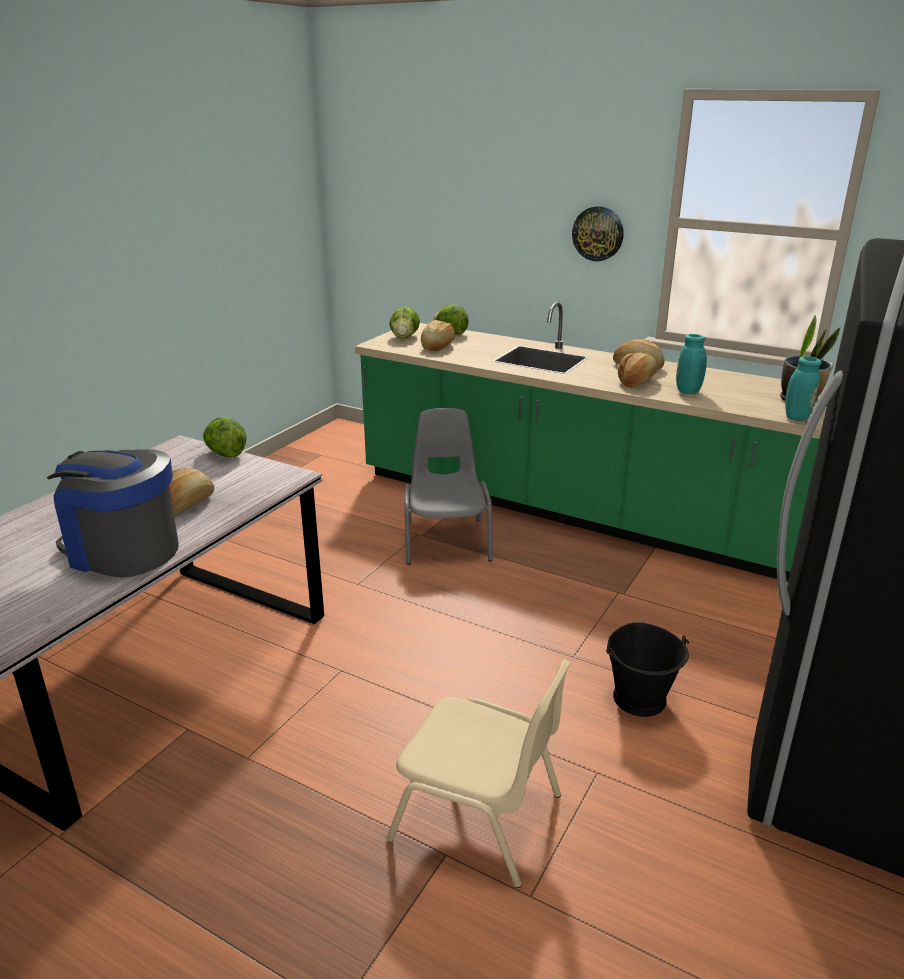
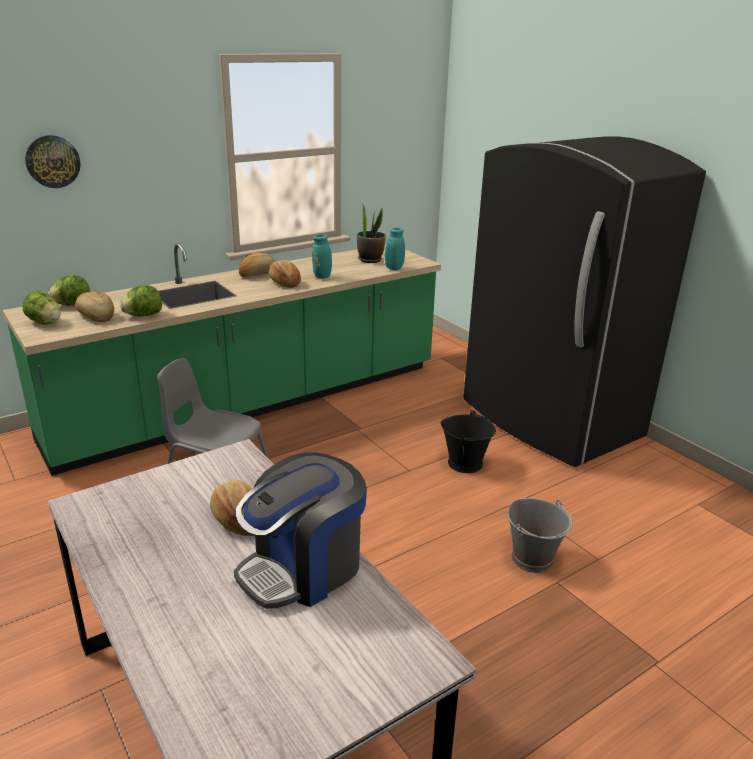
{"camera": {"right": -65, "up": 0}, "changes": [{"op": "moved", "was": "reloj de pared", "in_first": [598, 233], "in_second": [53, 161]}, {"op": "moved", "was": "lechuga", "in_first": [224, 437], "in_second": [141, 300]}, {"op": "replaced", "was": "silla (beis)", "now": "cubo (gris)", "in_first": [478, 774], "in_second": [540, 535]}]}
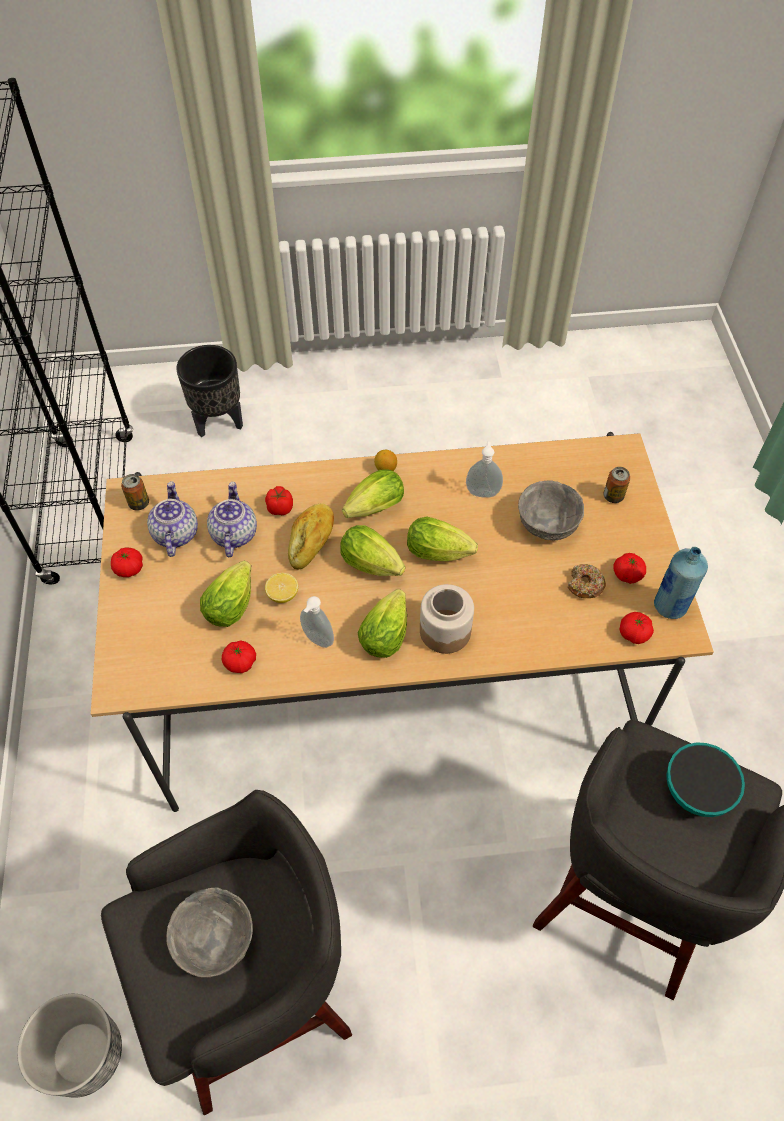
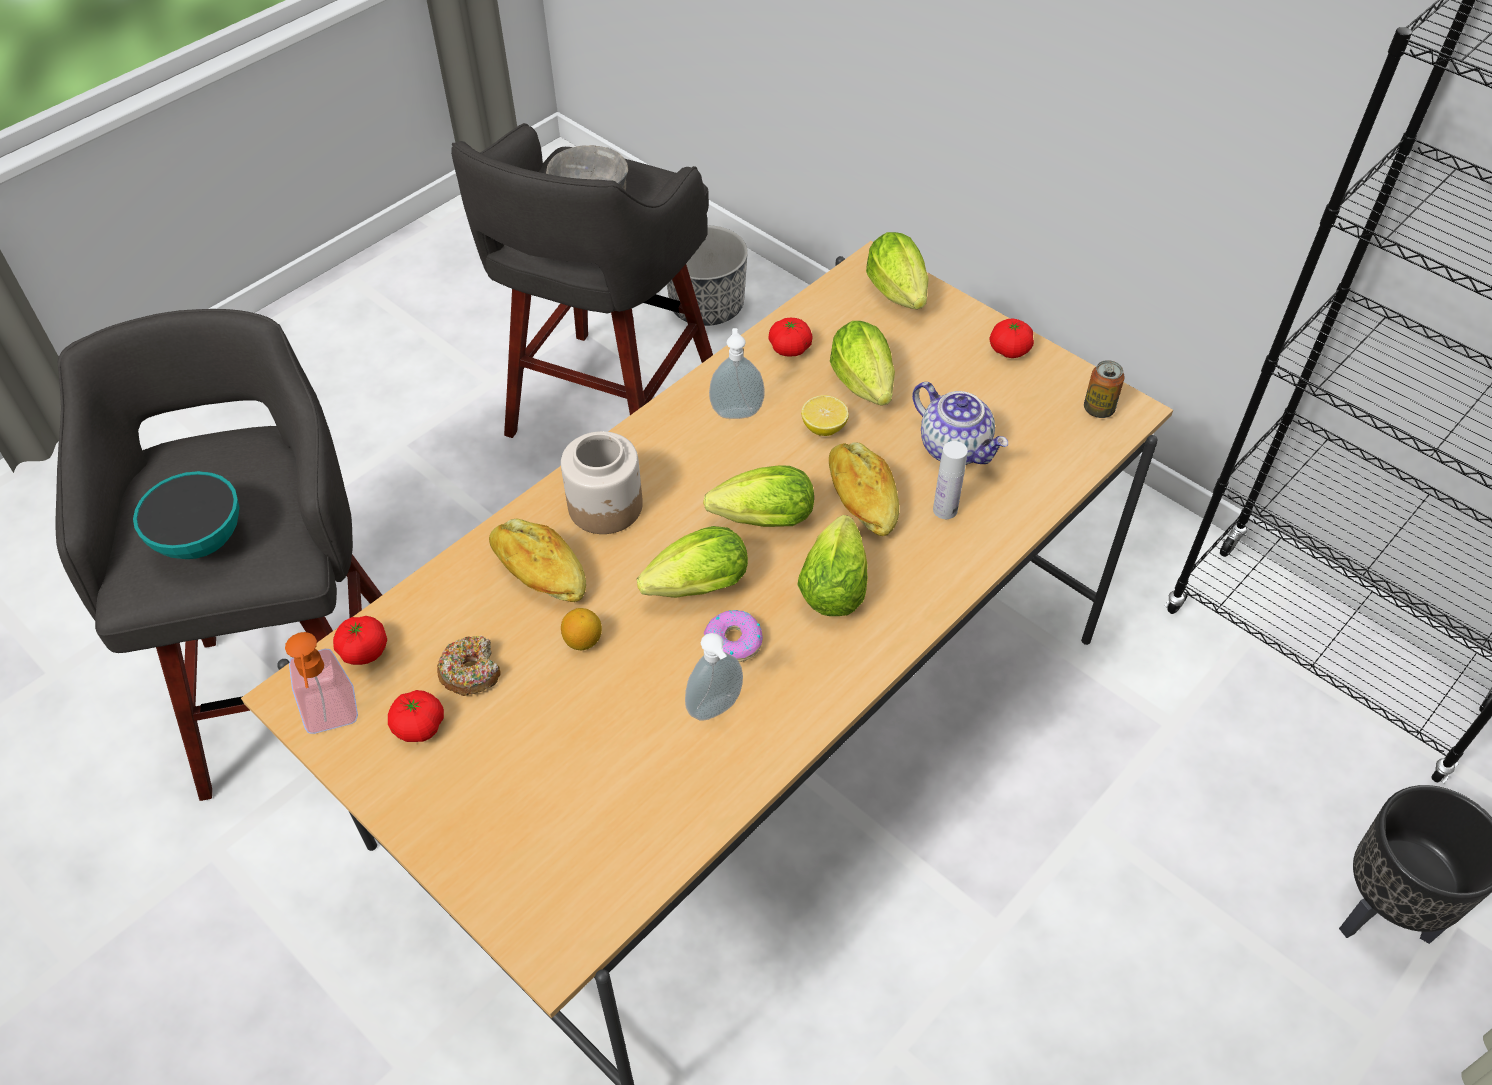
{"camera": {"right": 140, "up": -5}, "changes": [{"op": "replaced", "was": "botella (azul)", "now": "dispensador de jabón", "in_first": [681, 583], "in_second": [321, 683]}, {"op": "added", "now": "pan", "in_second": [537, 560]}, {"op": "moved", "was": "limón", "in_first": [385, 460], "in_second": [581, 629]}, {"op": "added", "now": "rosquilla", "in_second": [733, 636]}, {"op": "moved", "was": "lechuga", "in_first": [382, 623], "in_second": [897, 270]}, {"op": "replaced", "was": "tomate", "now": "botella (blanco)", "in_first": [279, 500], "in_second": [950, 480]}, {"op": "removed", "was": "tetera", "in_first": [172, 519]}, {"op": "removed", "was": "cuenco (gris)", "in_first": [551, 510]}, {"op": "removed", "was": "lata", "in_first": [616, 485]}]}
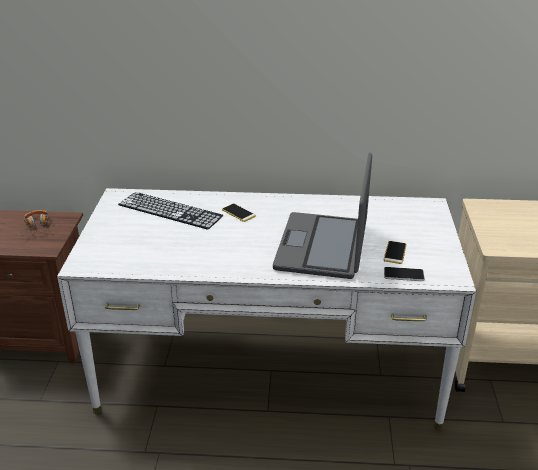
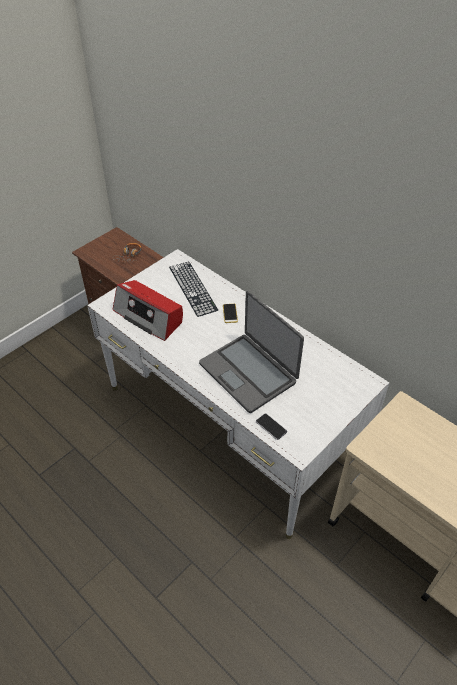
{"camera": {"right": 40, "up": 15}, "changes": [{"op": "added", "now": "radio", "in_second": [147, 310]}, {"op": "turned", "was": "portátil", "in_first": [322, 215], "in_second": [251, 352], "clockwise": -90}, {"op": "removed", "was": "móvil", "in_first": [395, 252]}]}
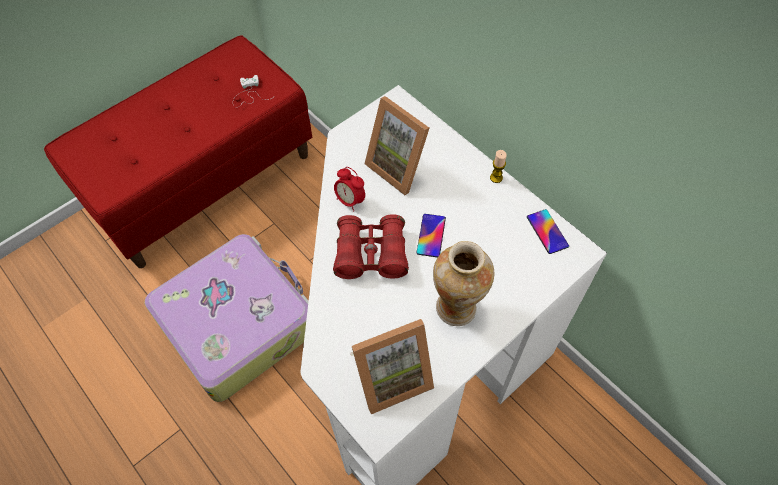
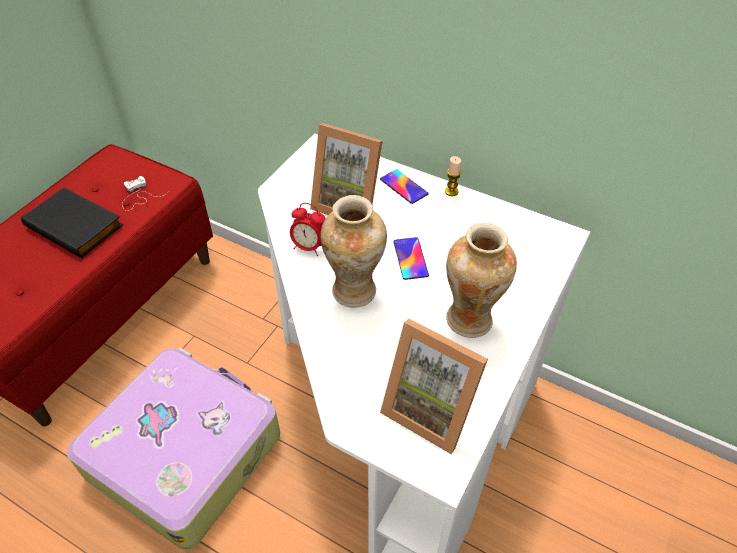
{"camera": {"right": -20, "up": -10}, "changes": [{"op": "added", "now": "libro (negro)", "in_second": [72, 222]}, {"op": "replaced", "was": "prismáticos (rojo)", "now": "florero", "in_first": [371, 246], "in_second": [354, 251]}, {"op": "moved", "was": "móvil", "in_first": [548, 231], "in_second": [404, 186]}, {"op": "turned", "was": "portarretratos", "in_first": [392, 366], "in_second": [434, 386], "clockwise": 75}]}
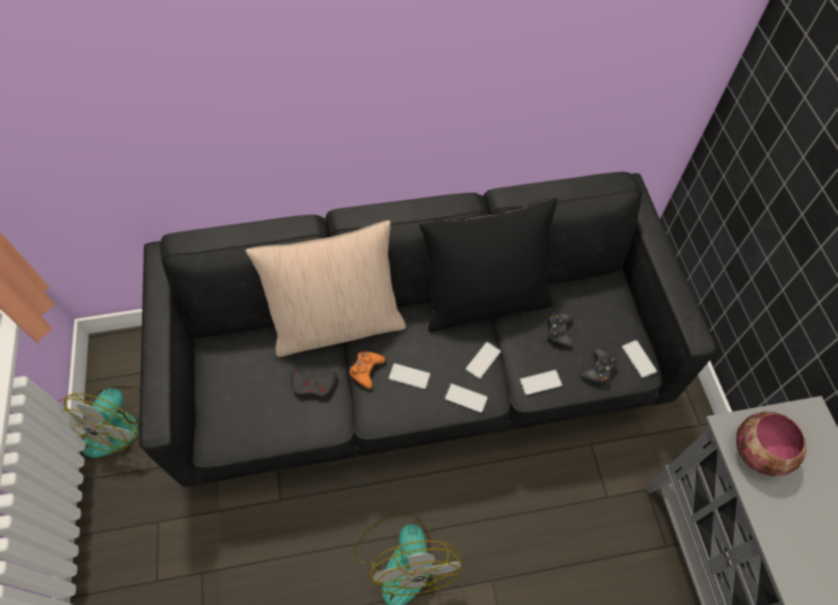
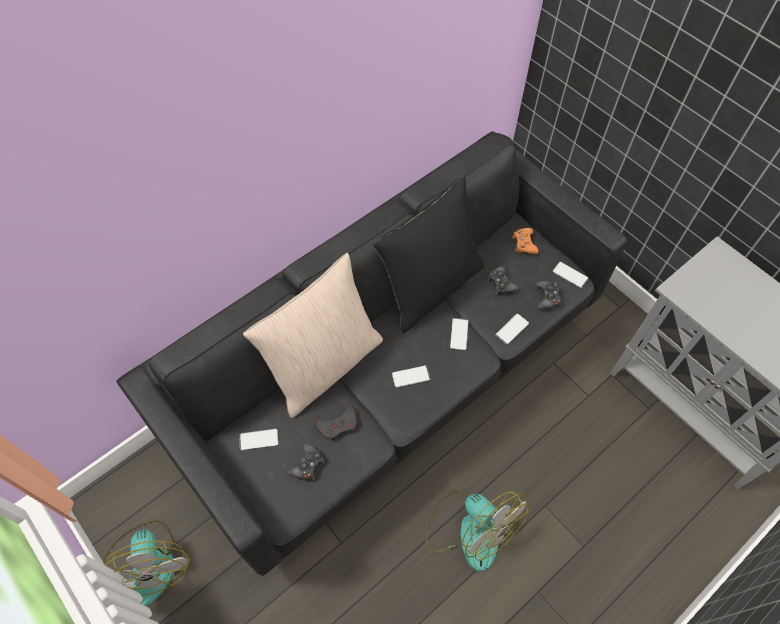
{"camera": {"right": -30, "up": 0}, "changes": [{"op": "moved", "was": "móvil", "in_first": [466, 398], "in_second": [258, 439]}, {"op": "added", "now": "mando de consola (negro)", "in_second": [306, 462]}, {"op": "moved", "was": "mando de consola (naranja)", "in_first": [367, 370], "in_second": [525, 241]}, {"op": "removed", "was": "cuenco", "in_first": [771, 444]}]}
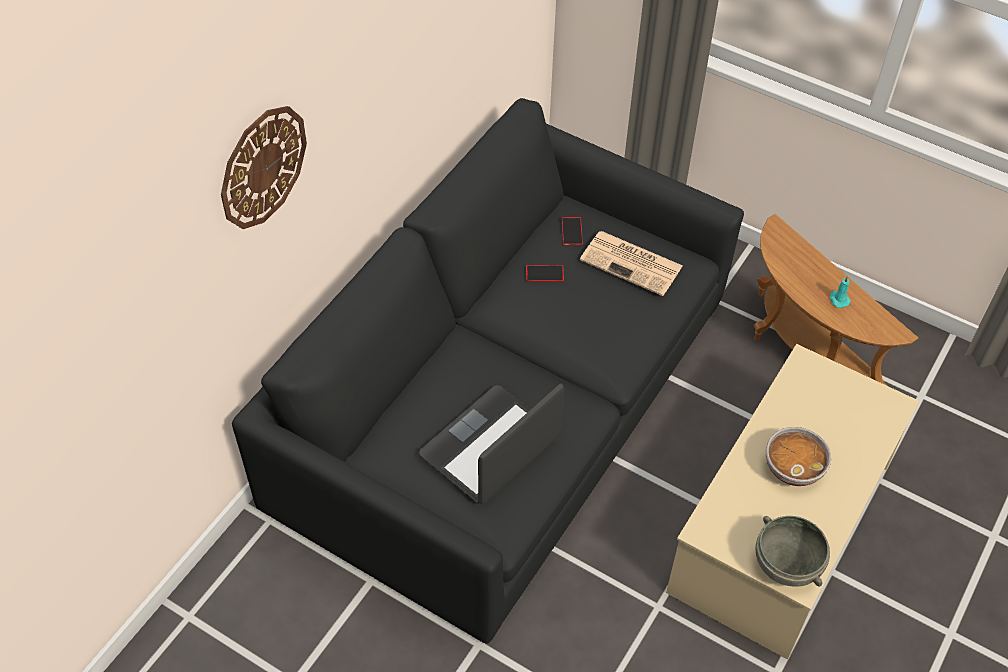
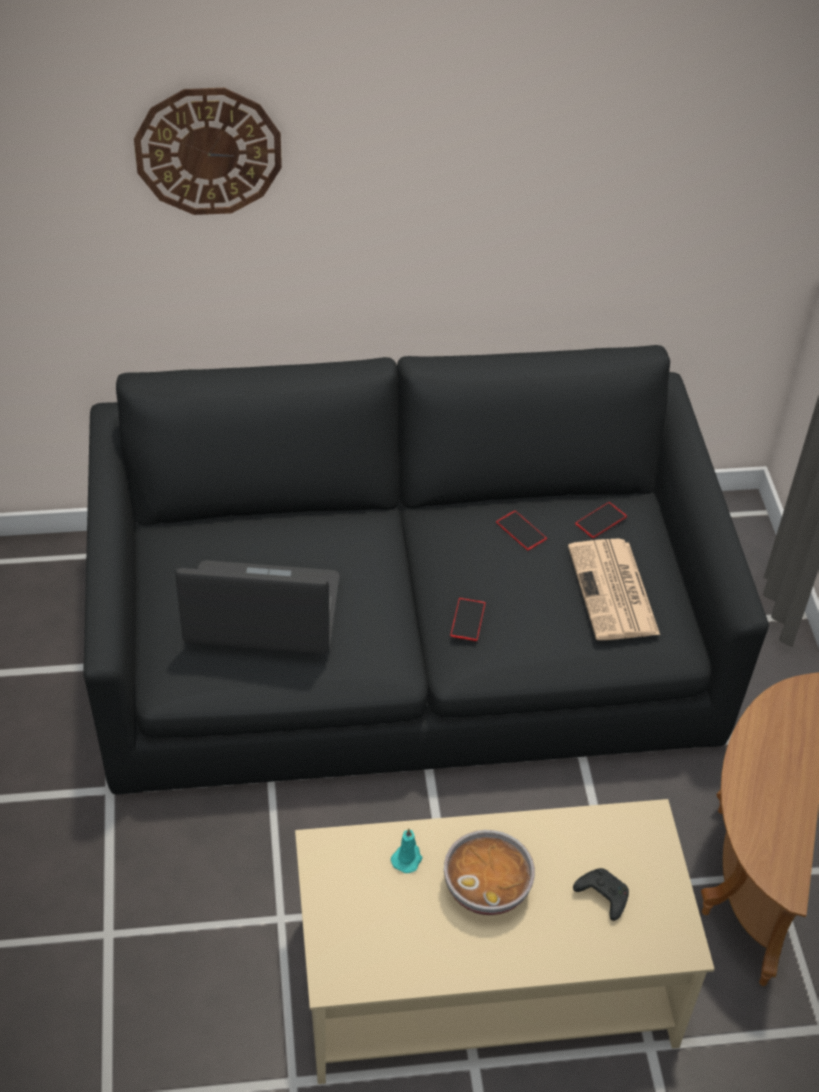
{"camera": {"right": 50, "up": -5}, "changes": [{"op": "moved", "was": "vela (turquesa)", "in_first": [839, 292], "in_second": [406, 851]}, {"op": "added", "now": "móvil", "in_second": [467, 619]}, {"op": "added", "now": "mando de consola (negro)", "in_second": [601, 894]}, {"op": "removed", "was": "cuenco (gris)", "in_first": [793, 551]}]}
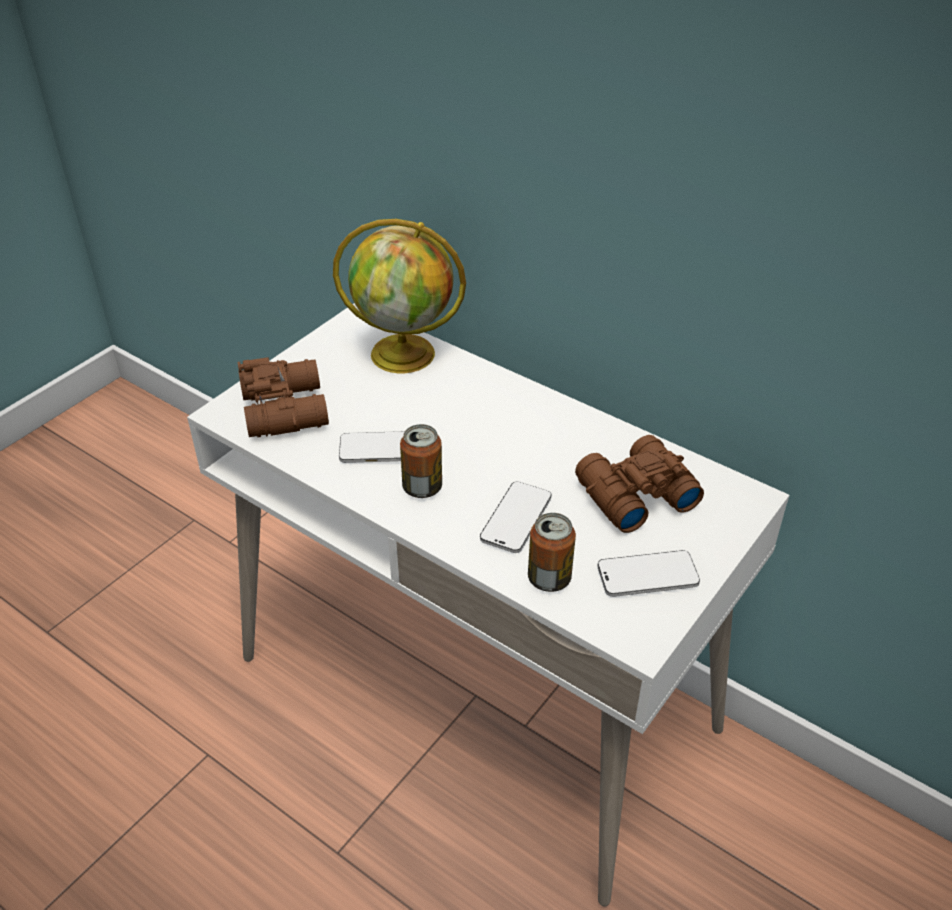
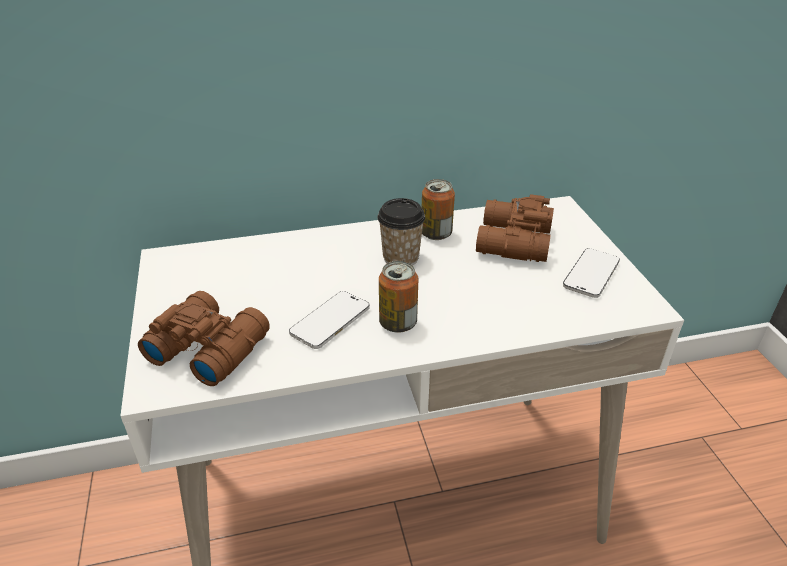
{"camera": {"right": -50, "up": -5}, "changes": [{"op": "added", "now": "taza", "in_second": [401, 231]}, {"op": "moved", "was": "lata", "in_first": [552, 552], "in_second": [438, 209]}, {"op": "removed", "was": "globo terráqueo", "in_first": [399, 296]}, {"op": "removed", "was": "móvil", "in_first": [516, 517]}]}
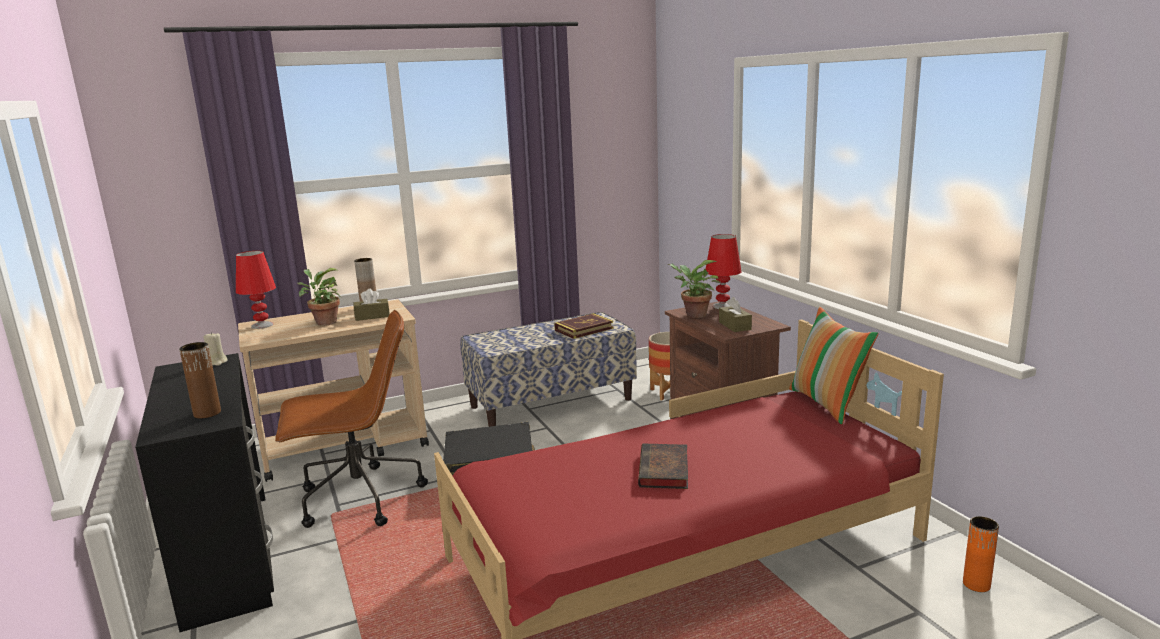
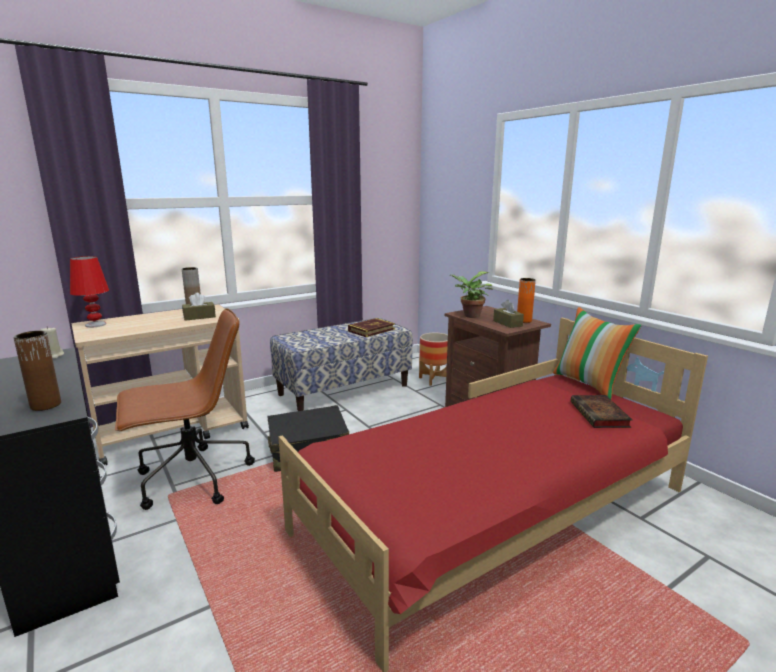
{"camera": {"right": -10, "up": 0}, "changes": [{"op": "moved", "was": "florero (naranja)", "in_first": [981, 554], "in_second": [526, 300]}, {"op": "moved", "was": "libro", "in_first": [663, 466], "in_second": [601, 411]}, {"op": "removed", "was": "planta en maceta", "in_first": [319, 297]}, {"op": "removed", "was": "lámpara de mesa (rojo)", "in_first": [723, 271]}]}
